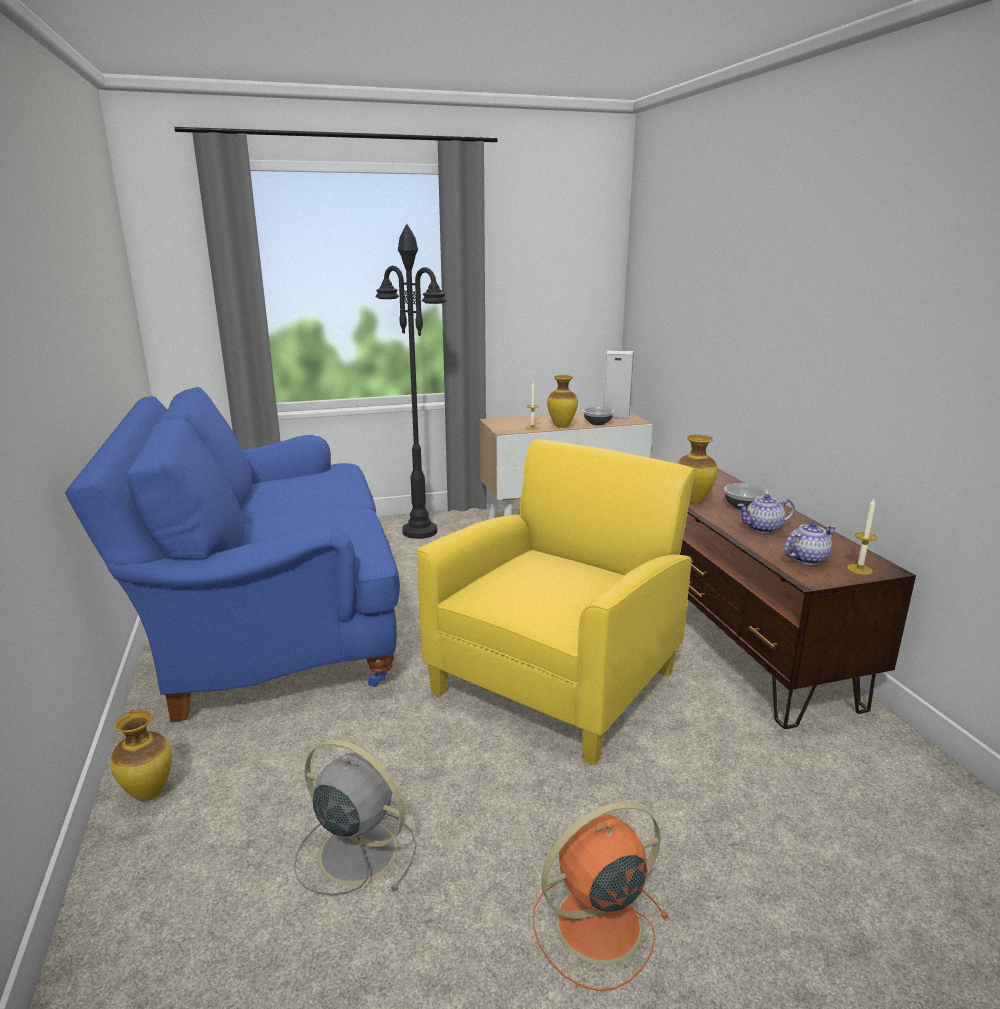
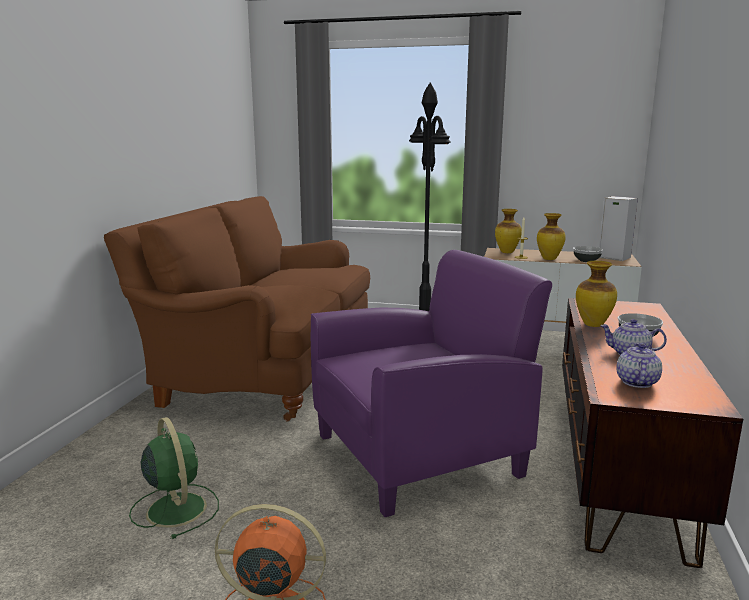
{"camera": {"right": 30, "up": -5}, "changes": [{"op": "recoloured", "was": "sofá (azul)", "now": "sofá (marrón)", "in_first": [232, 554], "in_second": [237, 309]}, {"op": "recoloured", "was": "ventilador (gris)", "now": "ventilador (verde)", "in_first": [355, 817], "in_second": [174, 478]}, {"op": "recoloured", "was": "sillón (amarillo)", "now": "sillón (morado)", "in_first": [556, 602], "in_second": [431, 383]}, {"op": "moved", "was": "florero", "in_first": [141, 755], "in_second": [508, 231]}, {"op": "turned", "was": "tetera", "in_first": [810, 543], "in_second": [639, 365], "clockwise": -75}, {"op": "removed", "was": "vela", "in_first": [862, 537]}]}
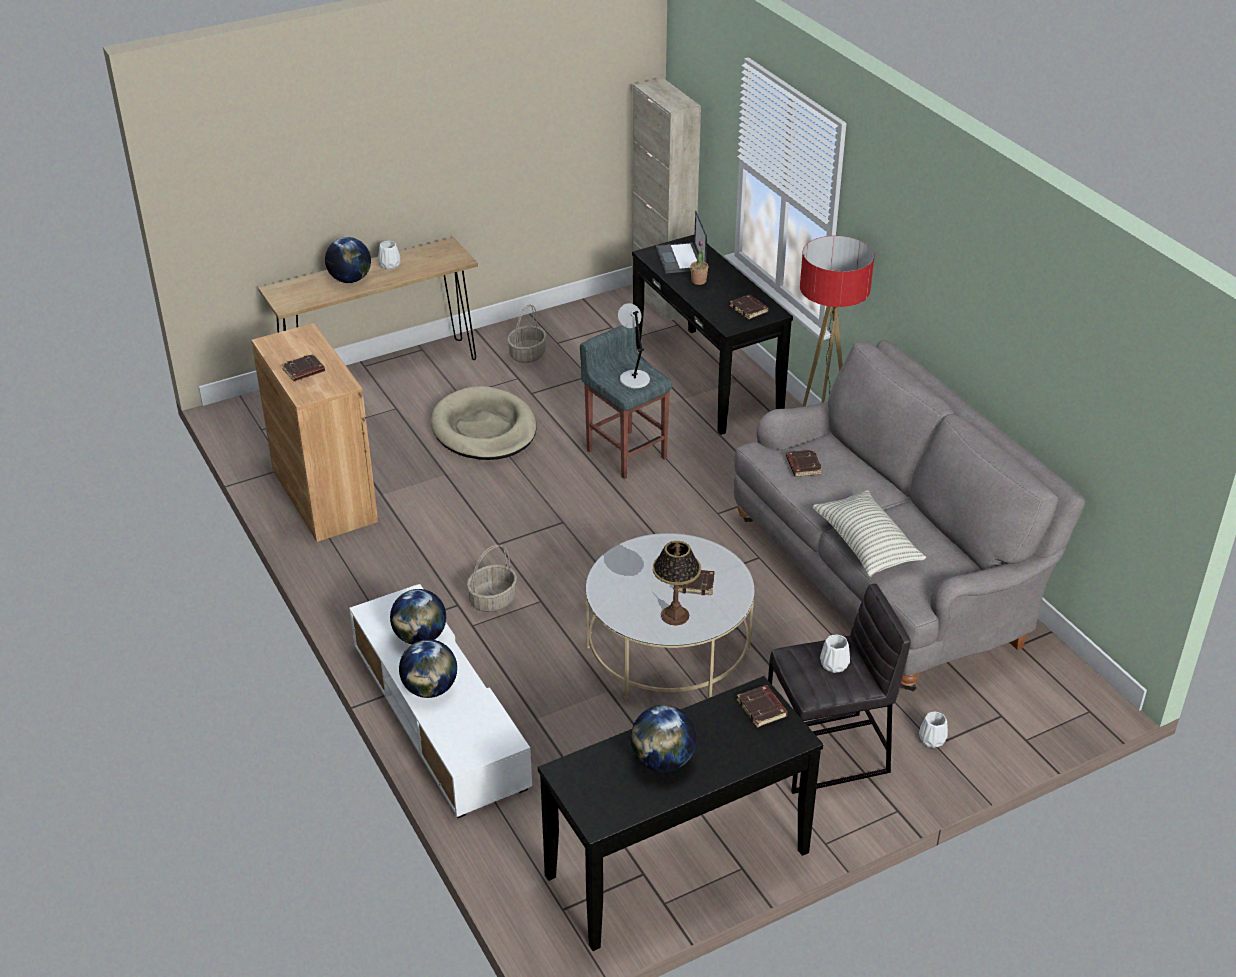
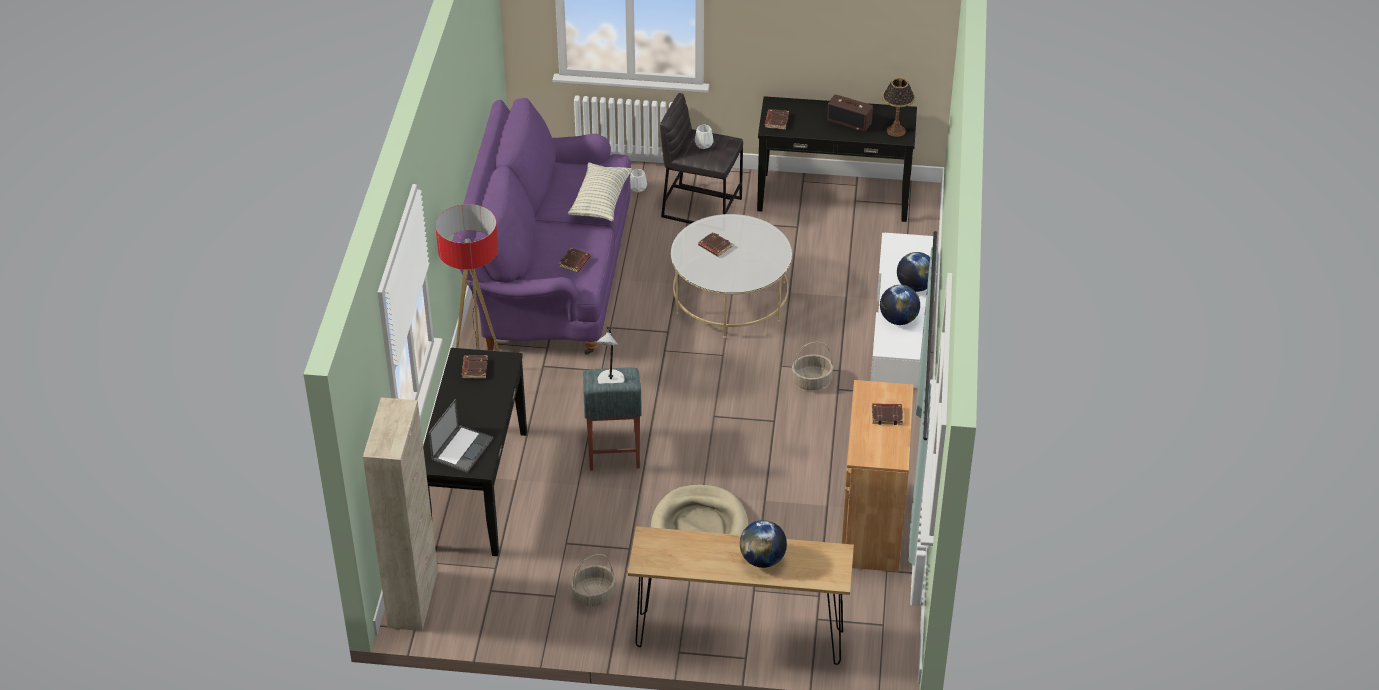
{"camera": {"right": -145, "up": 5}, "changes": [{"op": "recoloured", "was": "sofá (gris)", "now": "sofá (morado)", "in_first": [910, 515], "in_second": [541, 226]}, {"op": "replaced", "was": "globo terráqueo", "now": "radio", "in_first": [664, 738], "in_second": [850, 113]}, {"op": "moved", "was": "lámpara de mesa", "in_first": [677, 583], "in_second": [898, 107]}, {"op": "removed", "was": "florero (blanco)", "in_first": [389, 255]}, {"op": "removed", "was": "planta en maceta", "in_first": [699, 263]}]}
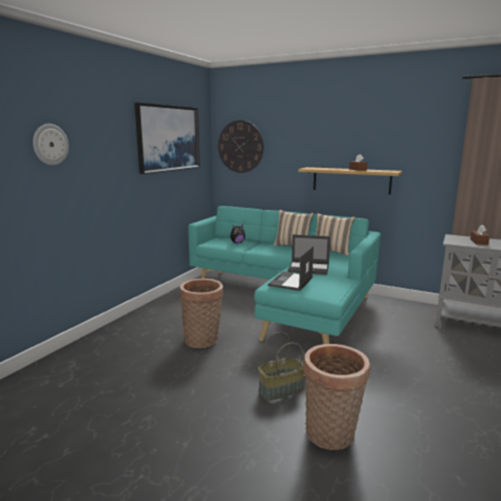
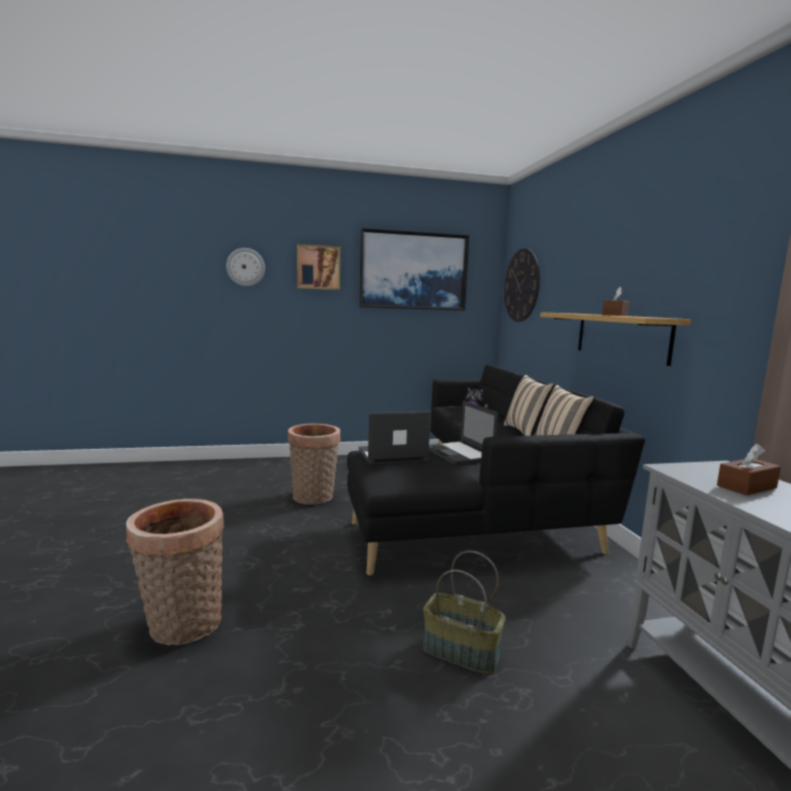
{"camera": {"right": 50, "up": -5}, "changes": [{"op": "added", "now": "cuadro", "in_second": [318, 267]}, {"op": "recoloured", "was": "sofá (turquesa)", "now": "sofá (negro)", "in_first": [284, 275], "in_second": [496, 470]}, {"op": "moved", "was": "cesta", "in_first": [281, 366], "in_second": [464, 612]}]}
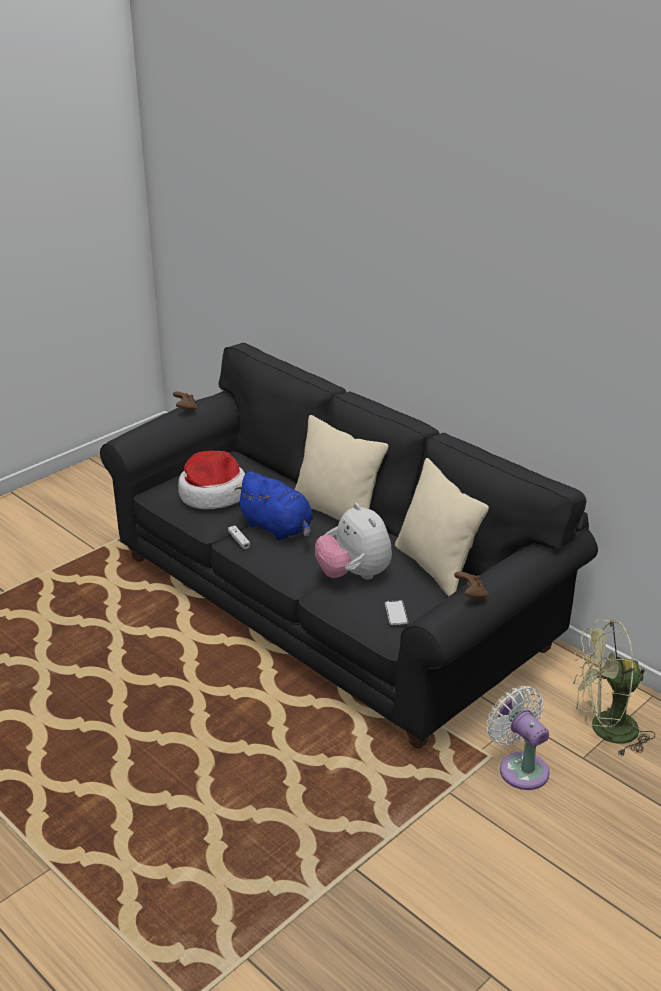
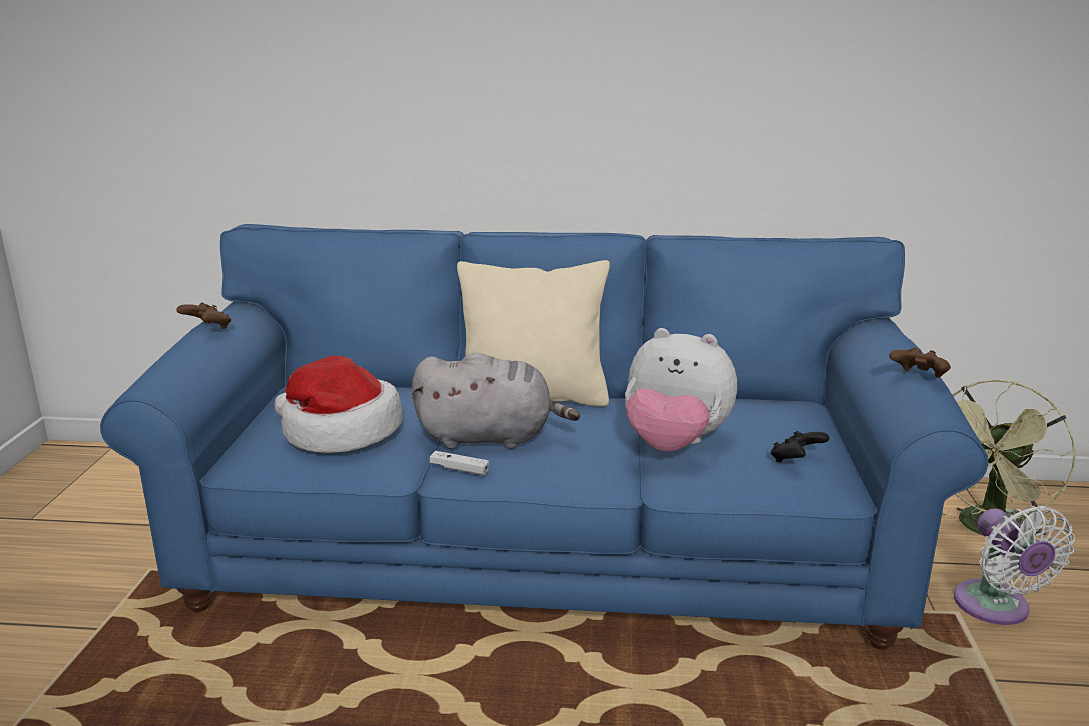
{"camera": {"right": -40, "up": -10}, "changes": [{"op": "recoloured", "was": "sofá (negro)", "now": "sofá (azul)", "in_first": [349, 545], "in_second": [544, 437]}, {"op": "recoloured", "was": "peluche (azul)", "now": "peluche (gris)", "in_first": [273, 505], "in_second": [496, 400]}, {"op": "replaced", "was": "móvil", "now": "mando de consola (negro)", "in_first": [396, 612], "in_second": [800, 446]}, {"op": "turned", "was": "ventilador (blanco)", "in_first": [518, 738], "in_second": [1014, 565], "clockwise": -120}, {"op": "removed", "was": "cojín (beis)", "in_first": [442, 527]}]}
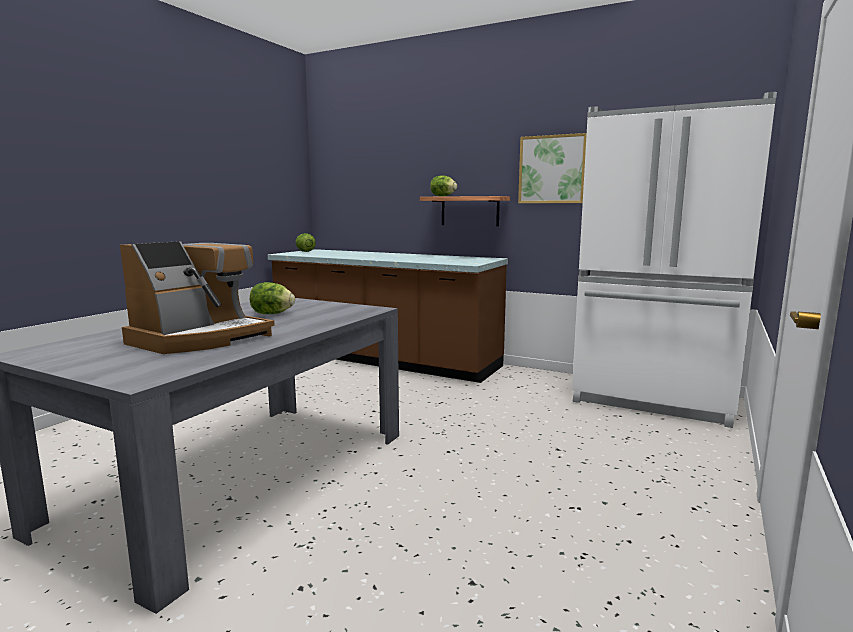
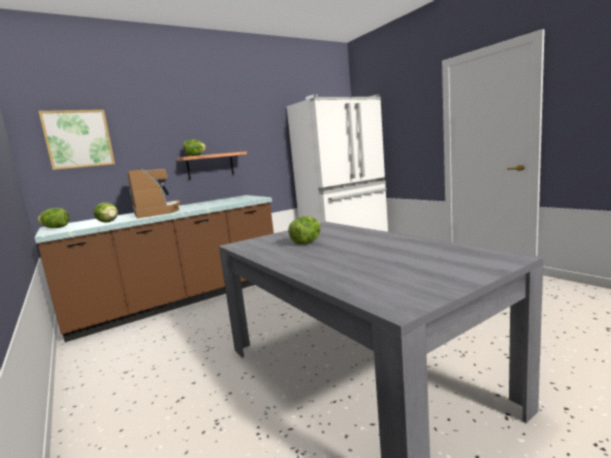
{"camera": {"right": -60, "up": 0}, "changes": [{"op": "moved", "was": "cuadro", "in_first": [552, 168], "in_second": [77, 140]}, {"op": "added", "now": "lechuga", "in_second": [106, 212]}, {"op": "moved", "was": "cafetera", "in_first": [197, 297], "in_second": [154, 193]}]}
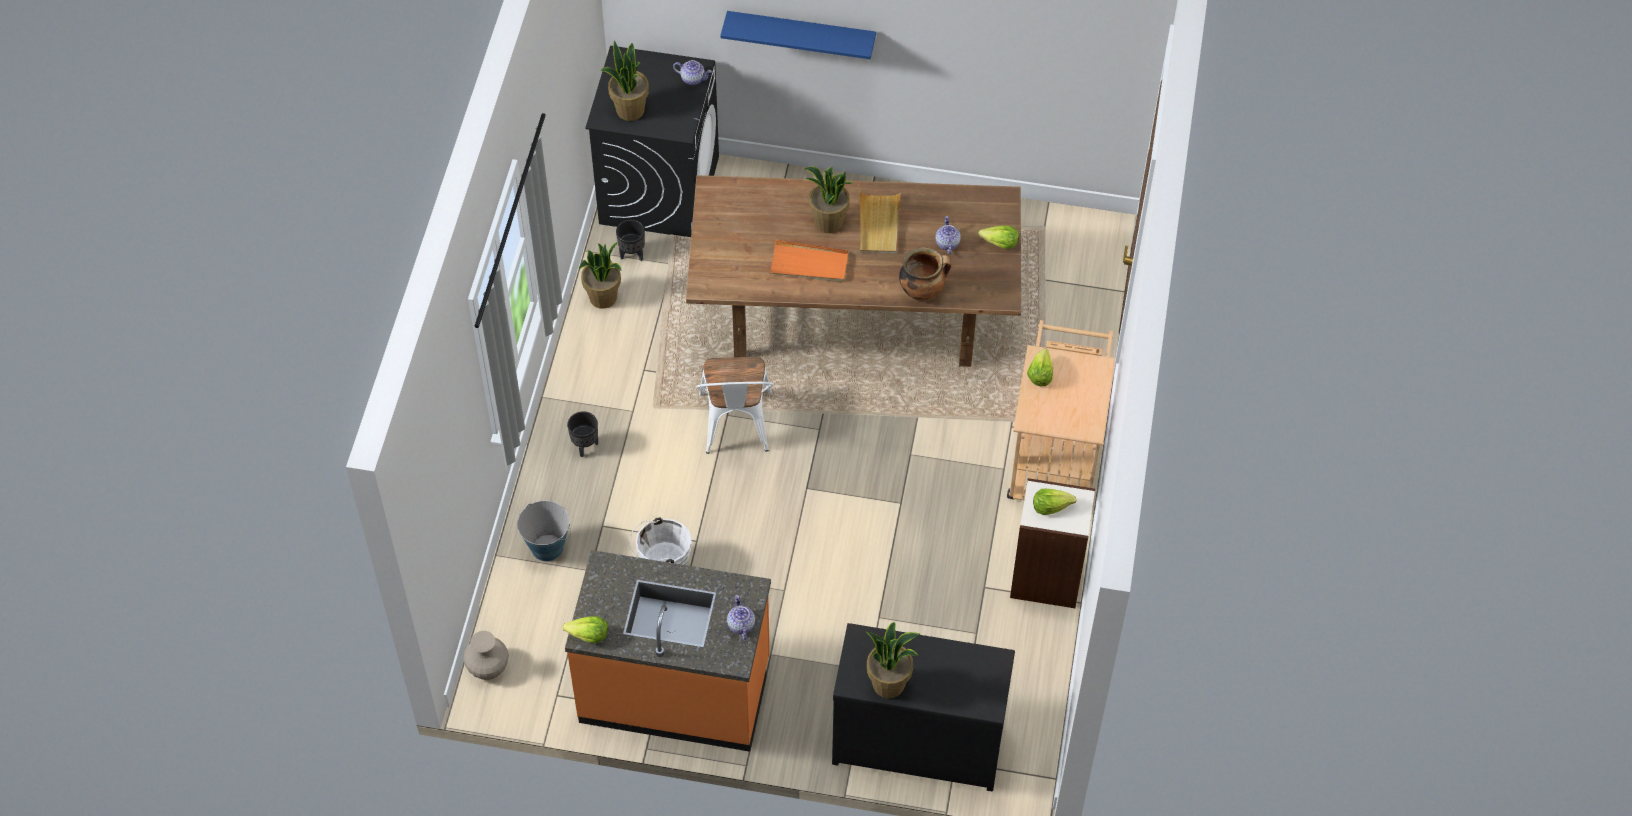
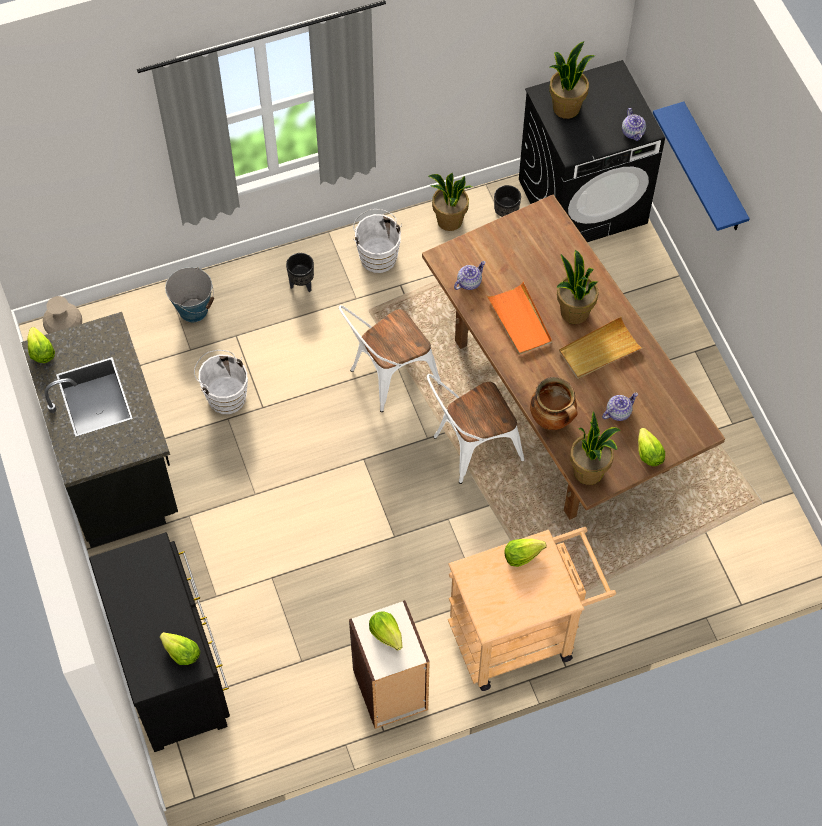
{"camera": {"right": 60, "up": 5}, "changes": [{"op": "recoloured", "was": "mueble bajo de cocina (naranja)", "now": "mueble bajo de cocina (negro)", "in_first": [668, 651], "in_second": [99, 430]}, {"op": "added", "now": "lechuga", "in_second": [180, 648]}, {"op": "added", "now": "cubo (blanco)", "in_second": [377, 241]}, {"op": "added", "now": "silla (blanco)", "in_second": [475, 429]}, {"op": "moved", "was": "tetera", "in_first": [741, 617], "in_second": [469, 275]}, {"op": "moved", "was": "planta en maceta", "in_first": [893, 660], "in_second": [595, 448]}]}
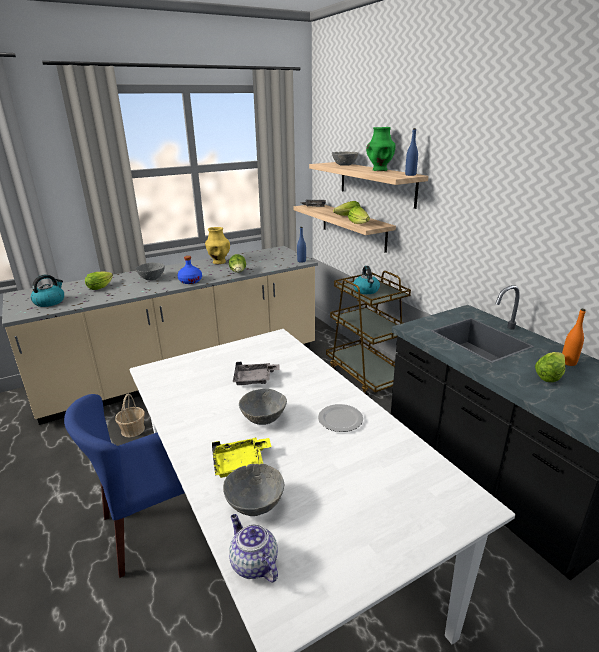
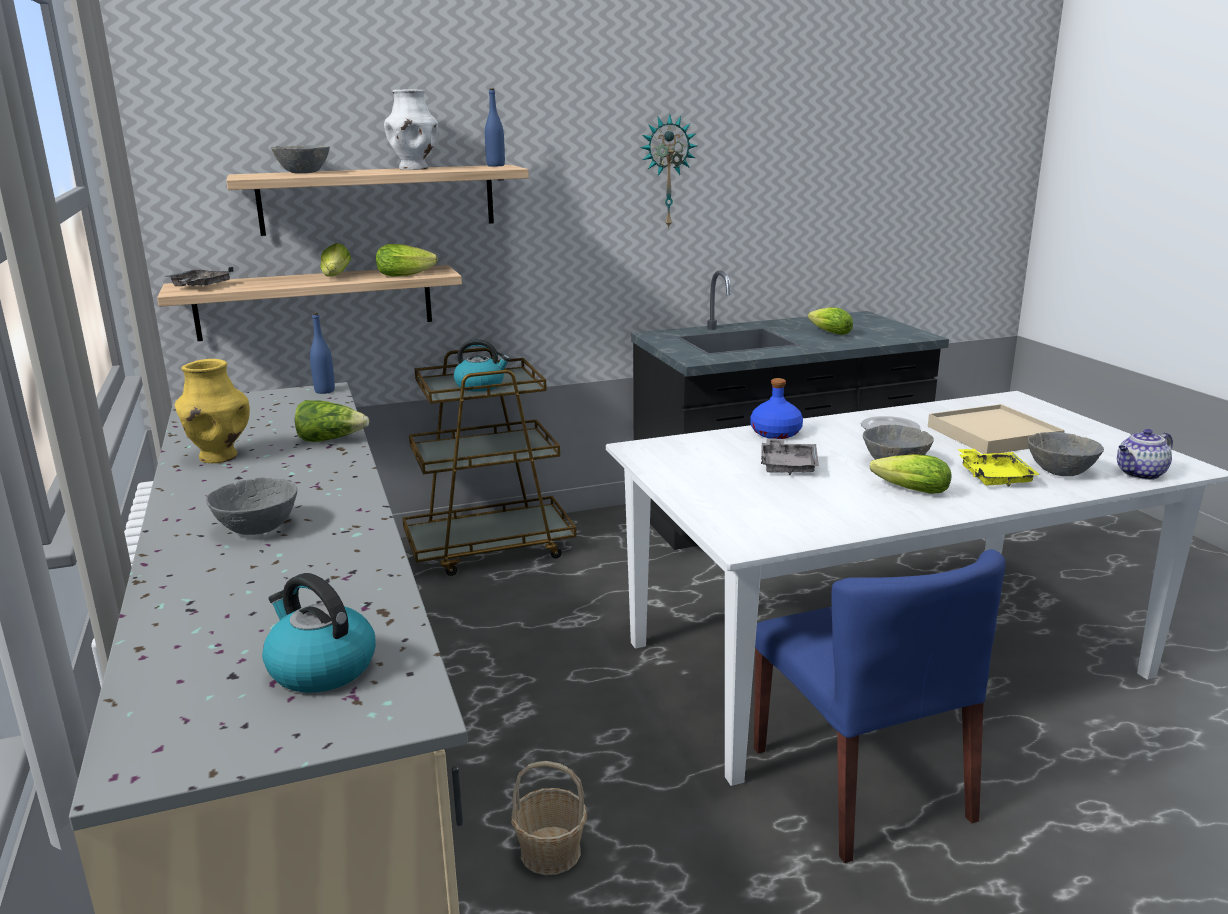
{"camera": {"right": -80, "up": -5}, "changes": [{"op": "recoloured", "was": "florero (verde)", "now": "florero (blanco)", "in_first": [381, 149], "in_second": [411, 130]}, {"op": "added", "now": "reloj de pared", "in_second": [668, 171]}, {"op": "moved", "was": "botella (azul)", "in_first": [189, 270], "in_second": [776, 408]}, {"op": "moved", "was": "lechuga", "in_first": [99, 280], "in_second": [911, 474]}, {"op": "added", "now": "bandeja (beis)", "in_second": [996, 429]}, {"op": "removed", "was": "botella (naranja)", "in_first": [574, 337]}]}
